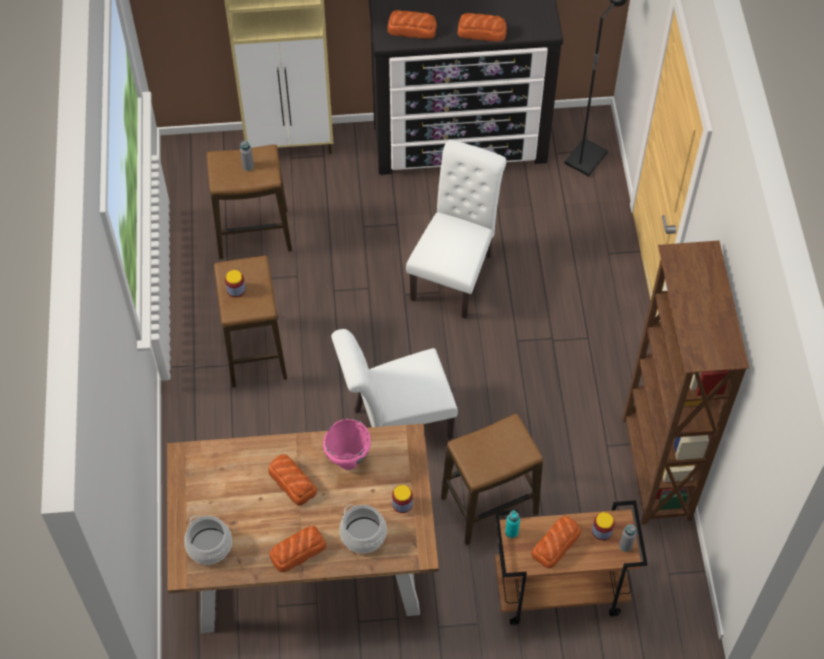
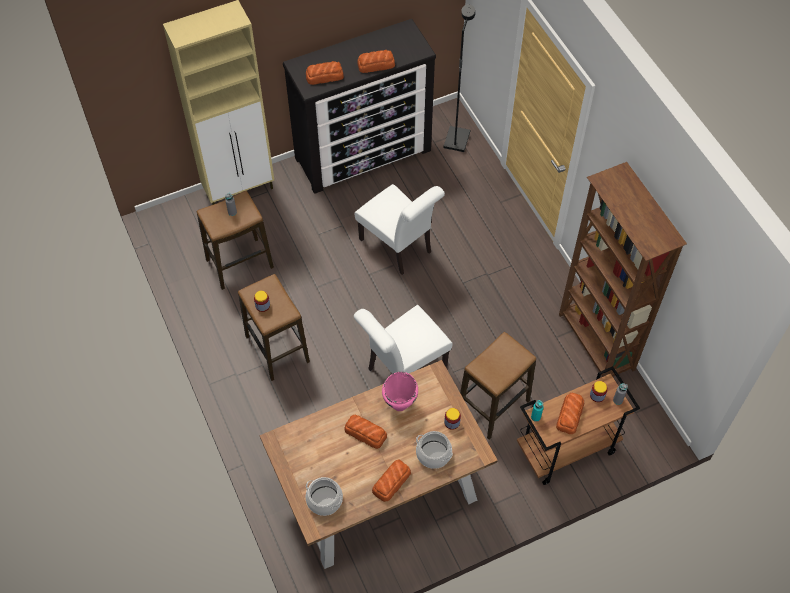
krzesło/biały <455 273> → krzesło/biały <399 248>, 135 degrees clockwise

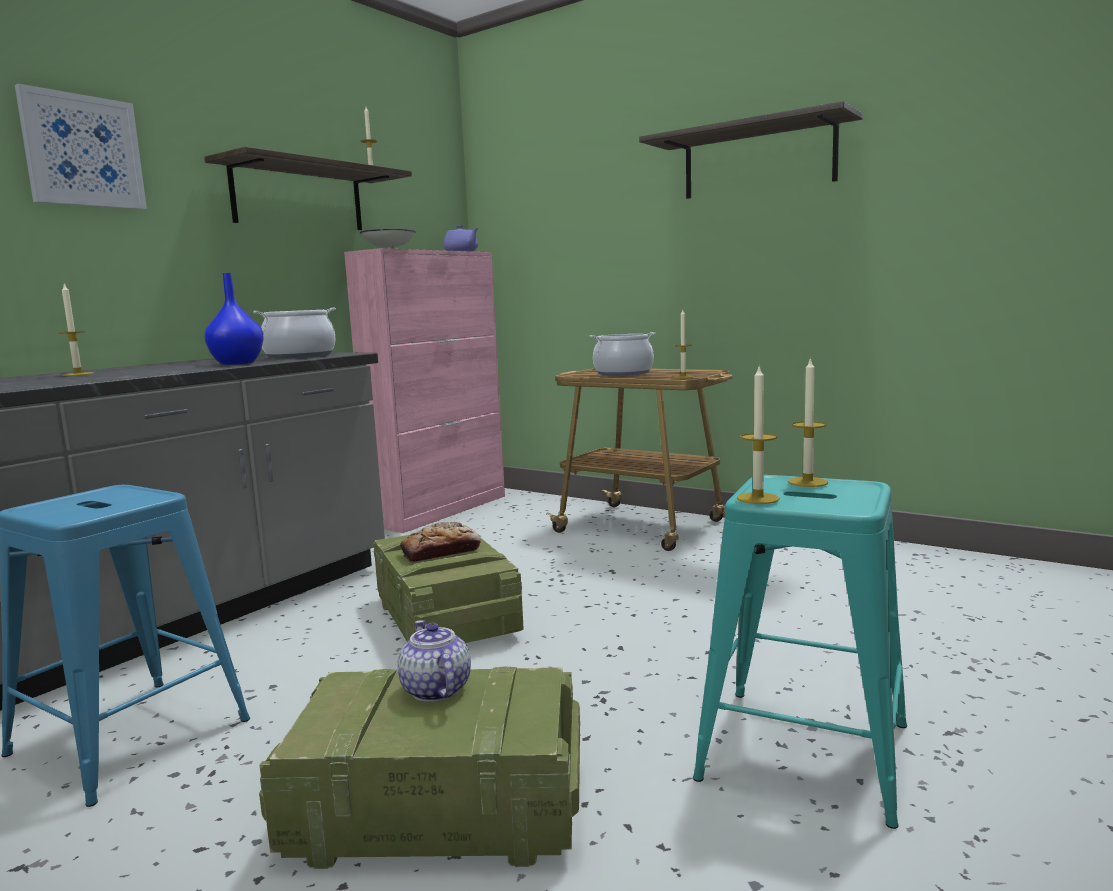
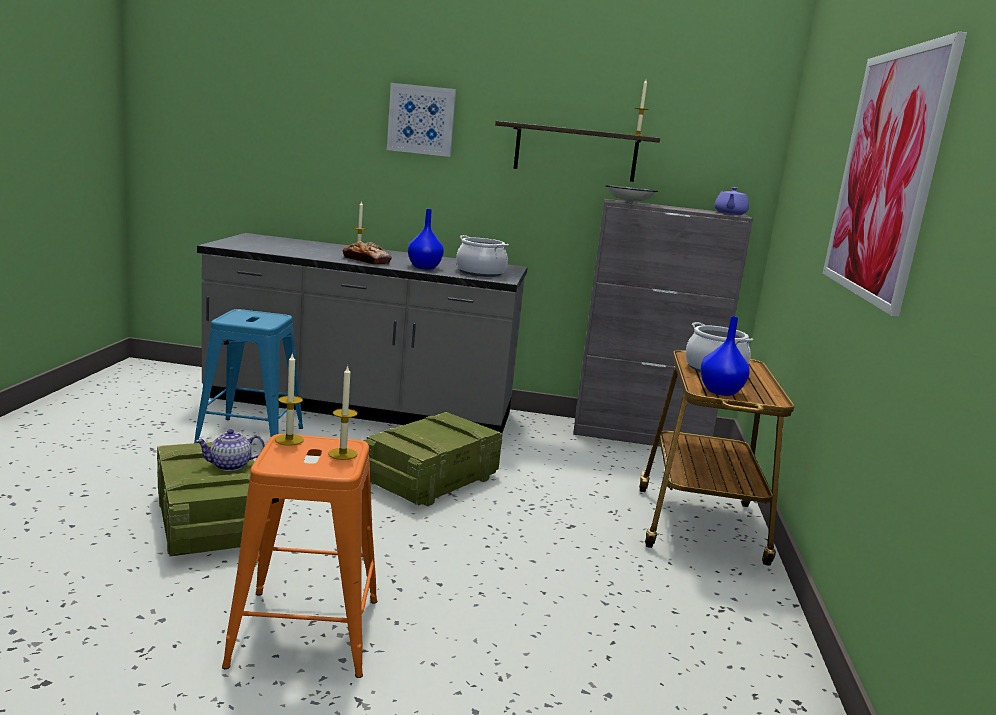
imbryk <434 690> → imbryk <230 466>, 150 degrees counterclockwise
stołek/turkusowy <806 751> → stołek/pomarańczowy <306 633>
chleb <441 552> → chleb <366 261>, moved
szafka/różowy <441 510> → szafka/szary <641 436>
świeca <683 377> → wazon/niebieski <719 391>
półka <758 160> → obraz <885 175>

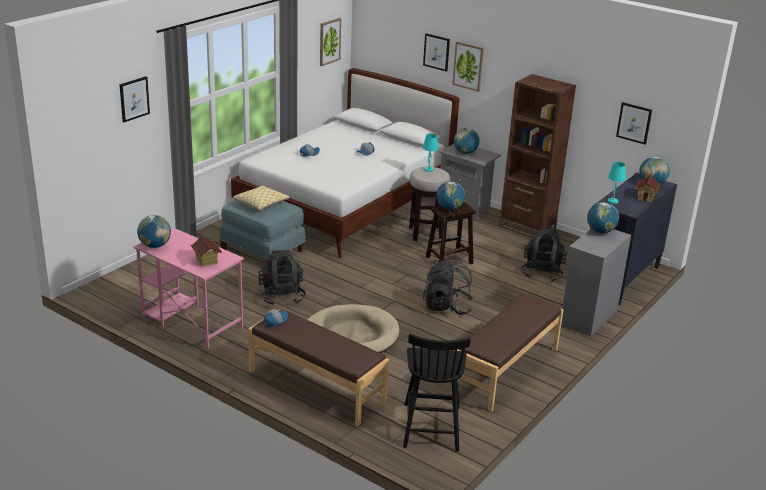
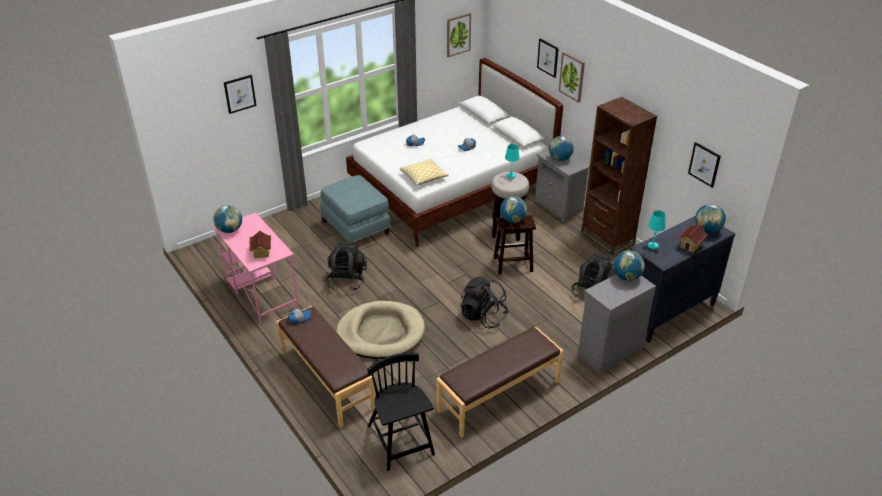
krzesło/czarny <431 426> → krzesło/czarny <401 441>, 135 degrees clockwise
poduszka <261 203> → poduszka <424 177>, moved

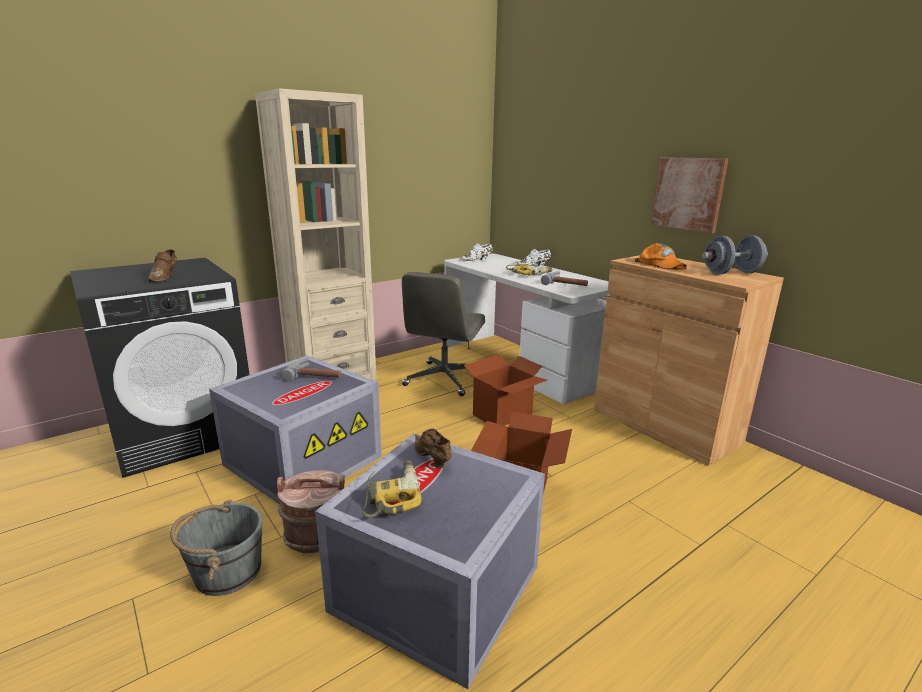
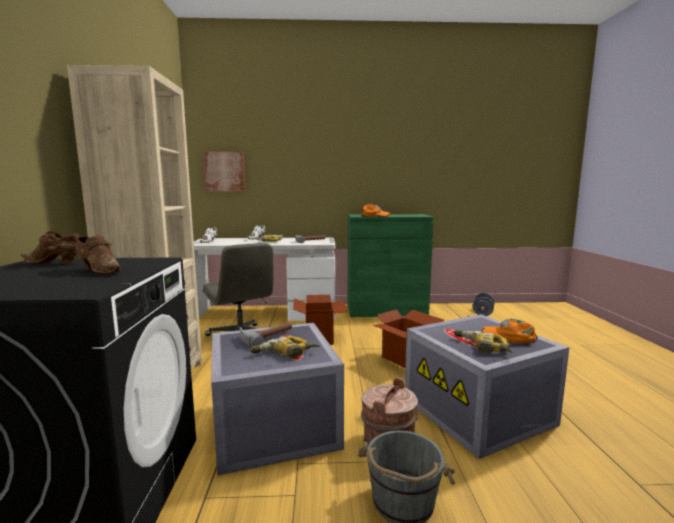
but/brązowy <432 459> → but/brązowy <55 263>, moved
obraz <688 194> → obraz <224 171>, moved
- → wiertarka <284 354>
szafka/brązowy <664 425> → szafka/zielony <386 310>
hantel/szary <731 273> → hantel/szary <483 313>, moved
- → czapka z daszkiem/pomarańczowy <509 337>

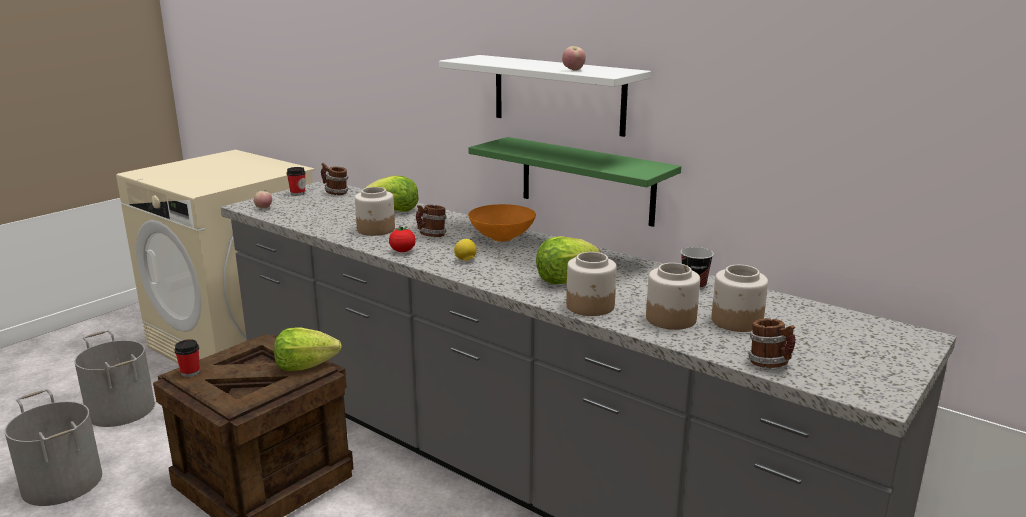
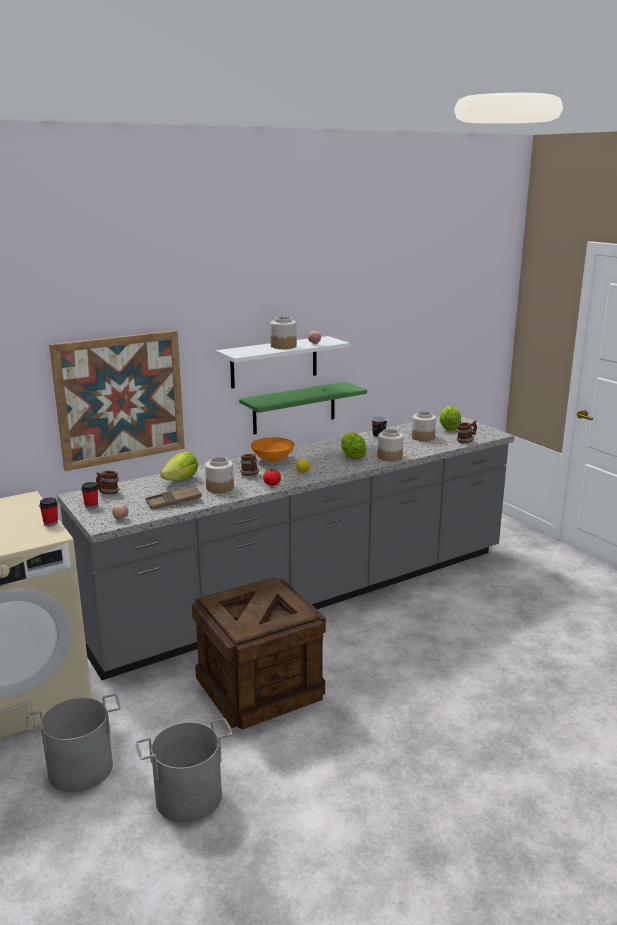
filiżanka <190 372> → filiżanka <50 523>, moved
- → obraz <120 399>
- → taca/brązowy <173 501>
słoik <671 319> → słoik <283 346>, moved
sałata <305 366> → sałata <449 428>, moved

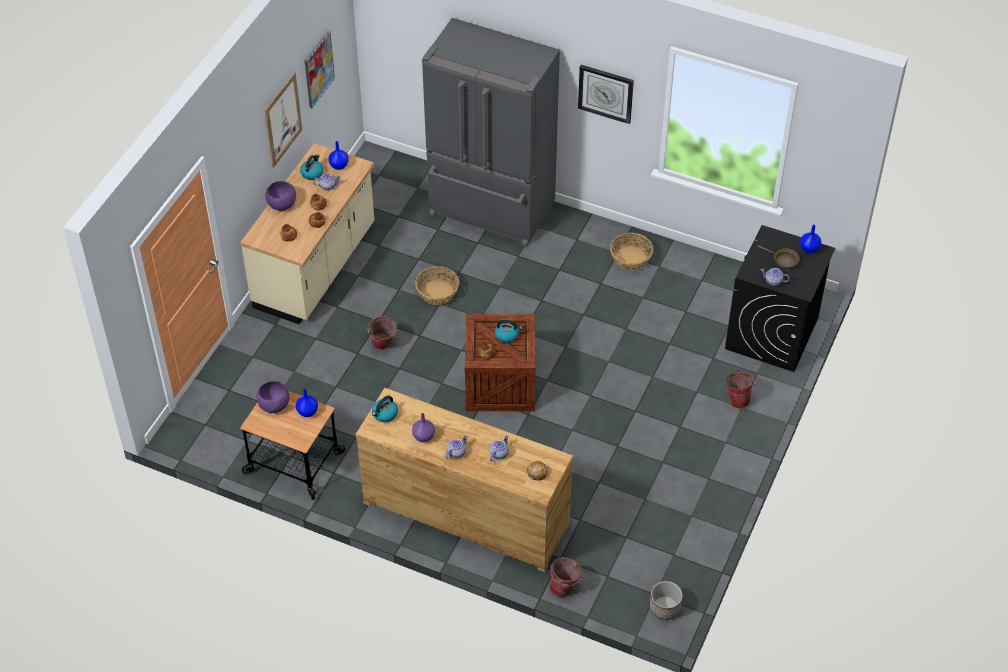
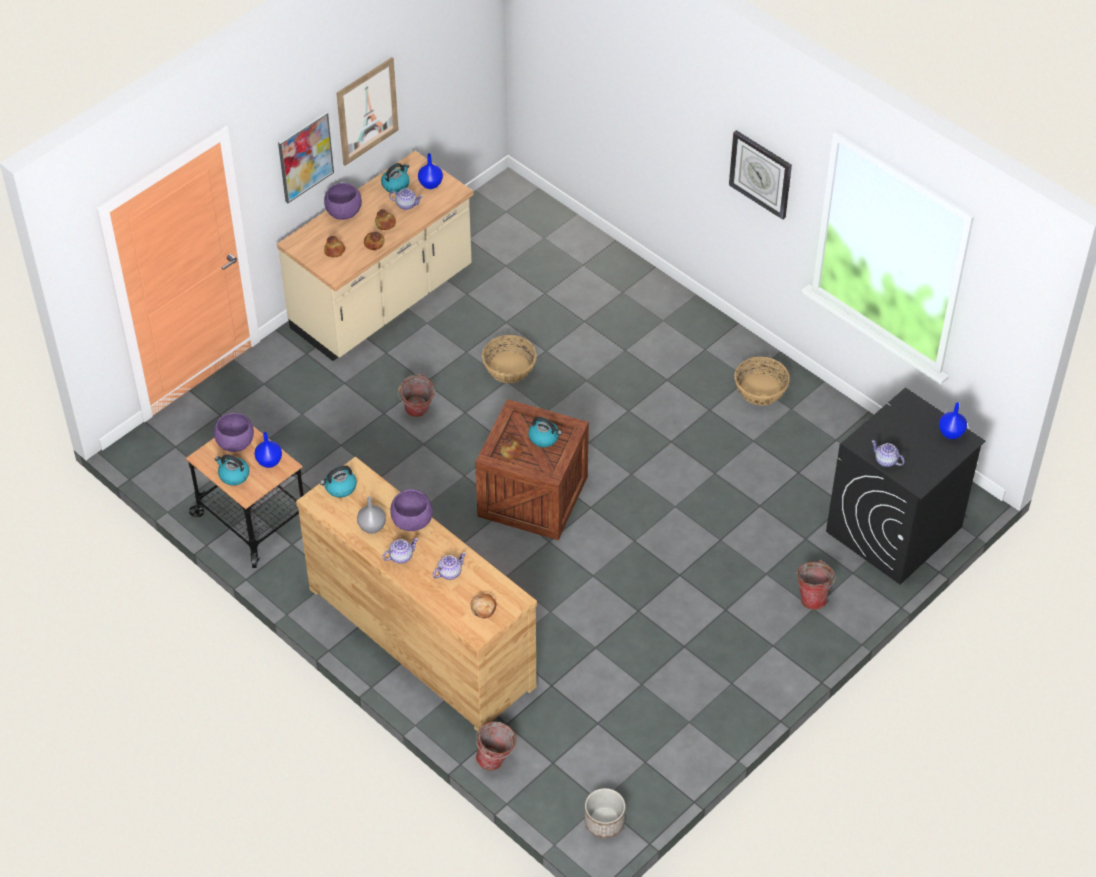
- → czajnik <233 475>
obraz <318 69> → obraz <305 156>, moved
wazon/fioletowy <424 437> → wazon/szary <372 527>
- → miska/fioletowy <412 521>
lodówka/szary <491 210> → -
patelnia/brązowy <783 260> → -

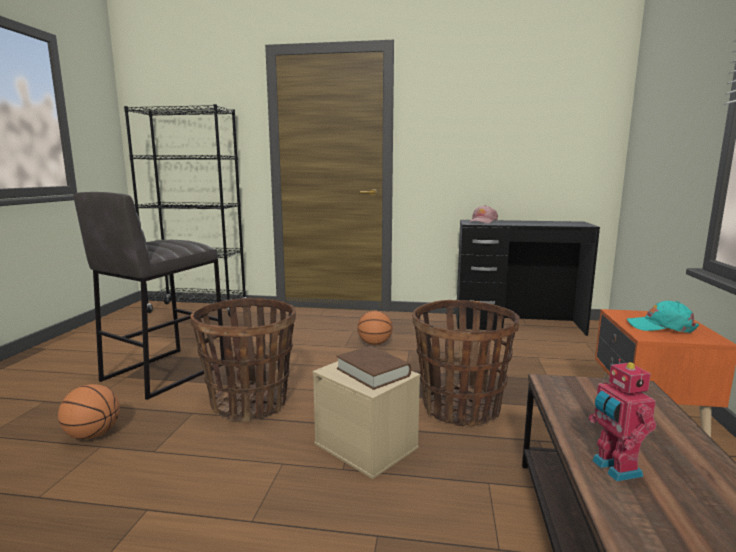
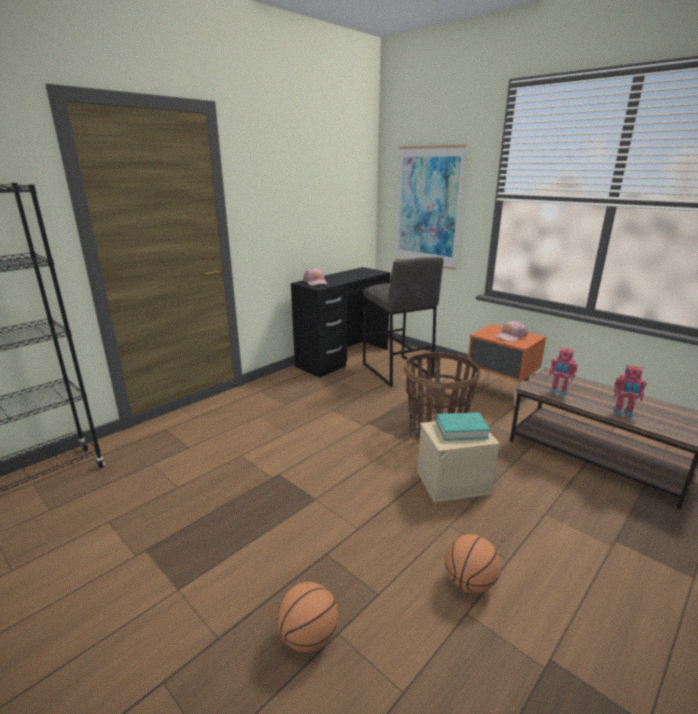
stołek/szary <163 372> → stołek/szary <397 371>, moved
- → obraz <428 207>
książka/brązowy <373 372> → książka/turkusowy <461 430>
piłka do koszykówki <374 344> → piłka do koszykówki <469 583>, moved
czapka z daszkiem/turkusowy <660 326> → czapka z daszkiem/różowy <510 336>
- → robot zabawkowy <558 392>
koszyk <250 403> → -

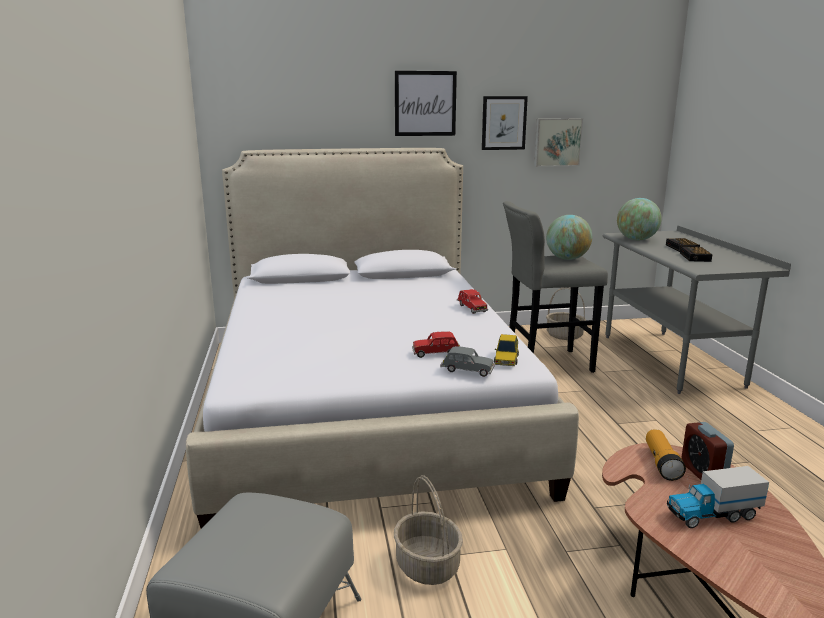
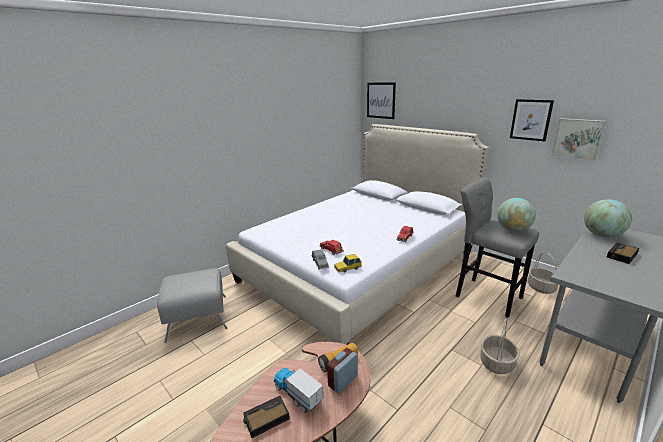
budzik <695 257> → budzik <265 419>, moved
obraz <425 103> → obraz <381 100>, moved
koszyk <428 566> → koszyk <497 363>, moved

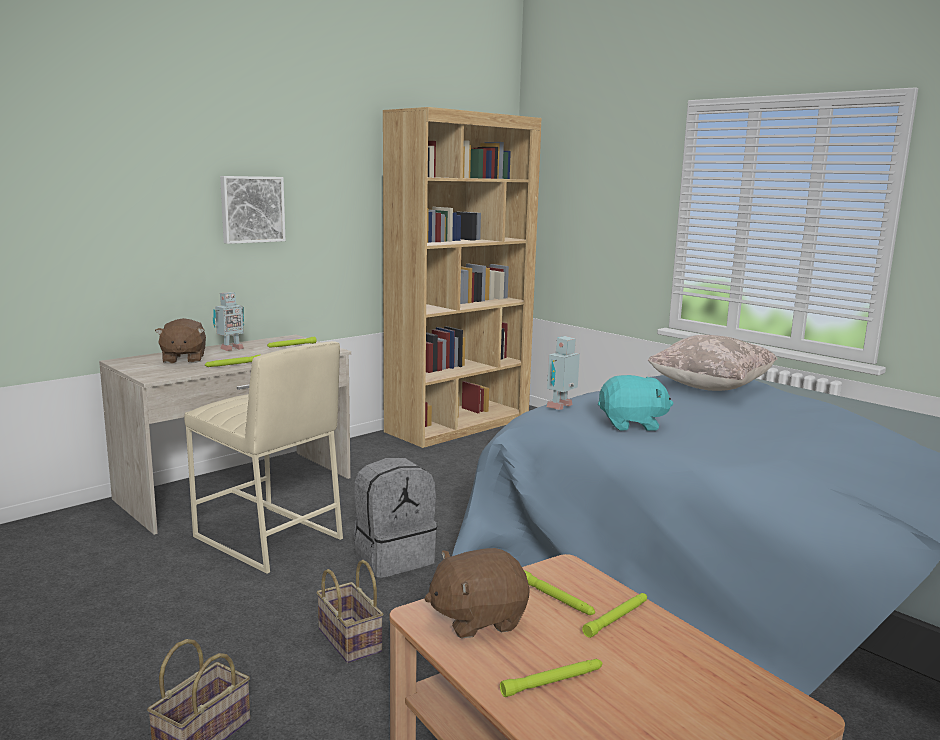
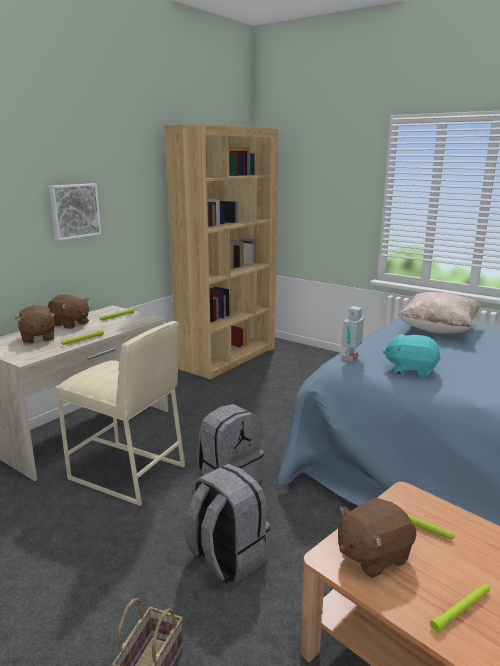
robot zabawkowy <230 349> → pluszak/brązowy <70 324>
koszyk <347 640> → plecak/szary <226 558>
pluszak/turkusowy <632 424> → pluszak/turkusowy <411 370>, 150 degrees counterclockwise
latarka/zielony <617 618> → -

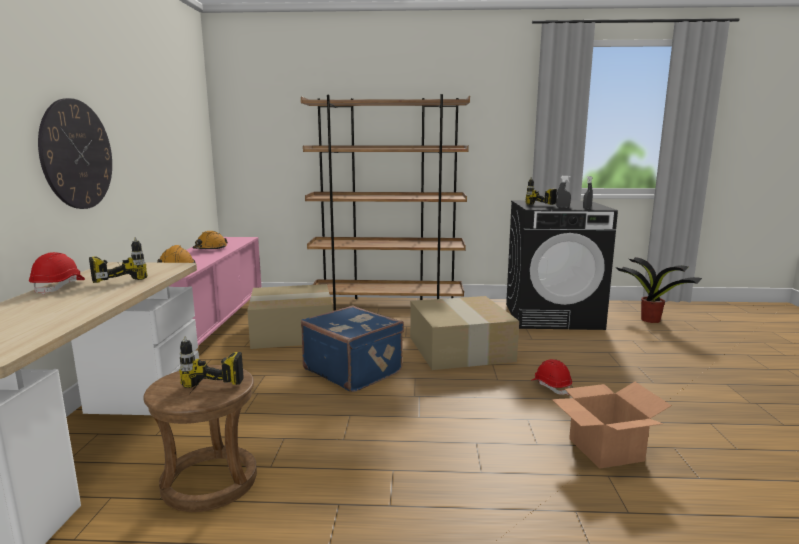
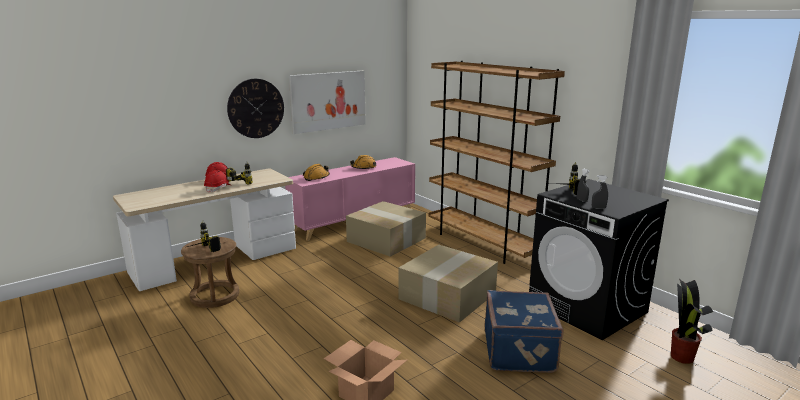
kask/czerwony <551 386> → kask/czerwony <218 188>, moved
- → obraz <328 101>
walizka/niebieski <353 370> → walizka/niebieski <520 351>, moved

